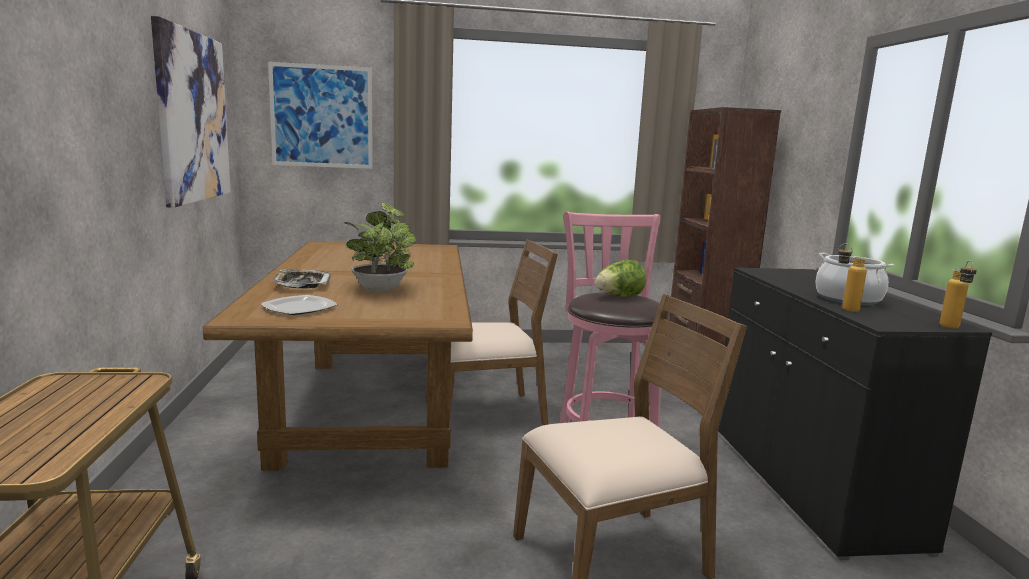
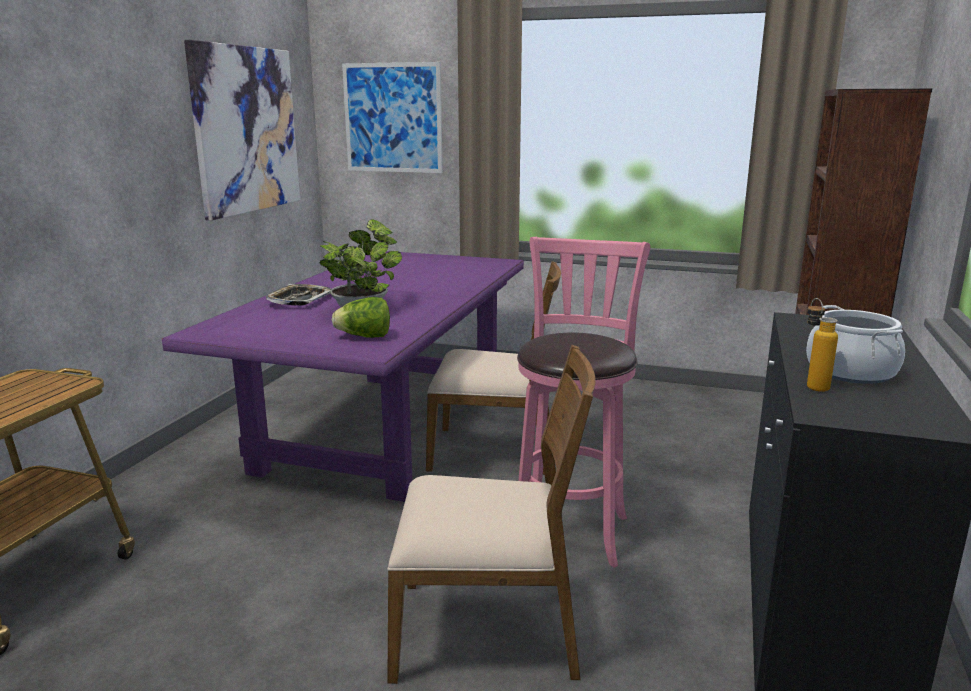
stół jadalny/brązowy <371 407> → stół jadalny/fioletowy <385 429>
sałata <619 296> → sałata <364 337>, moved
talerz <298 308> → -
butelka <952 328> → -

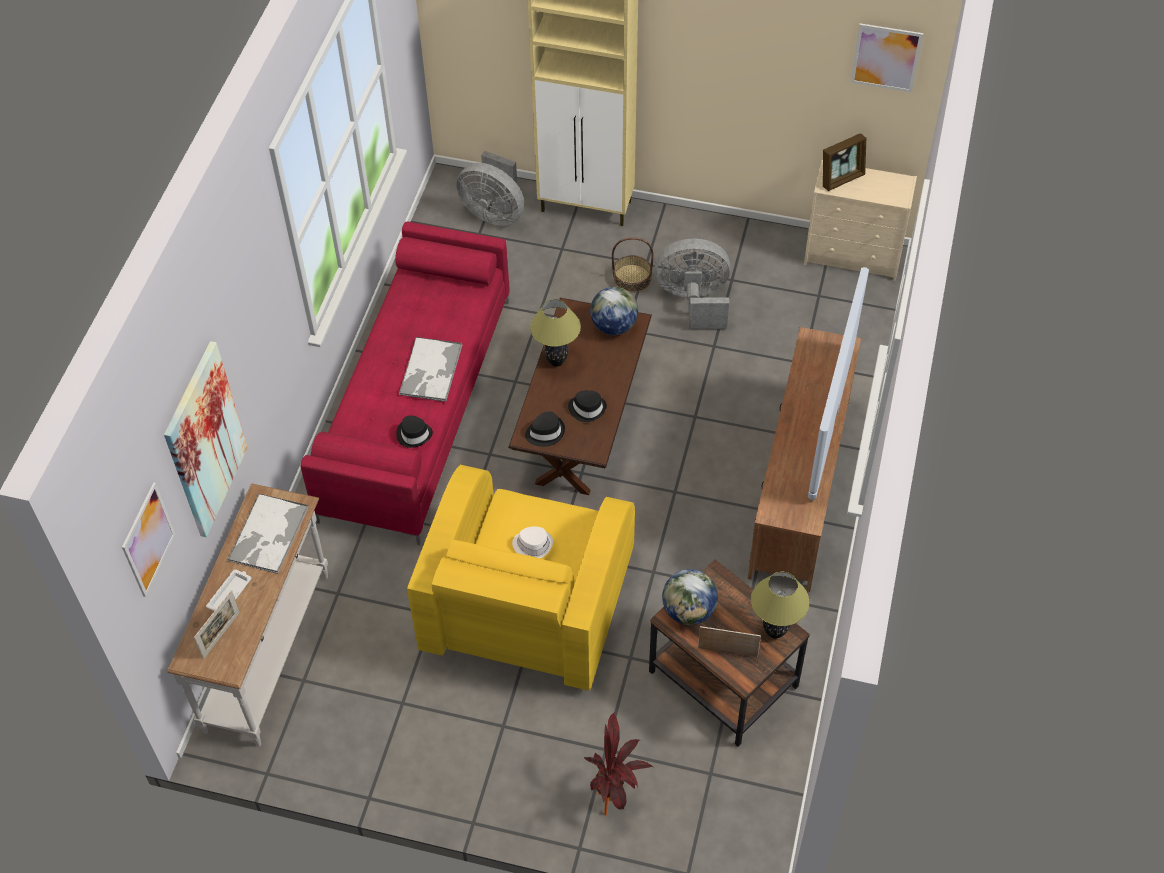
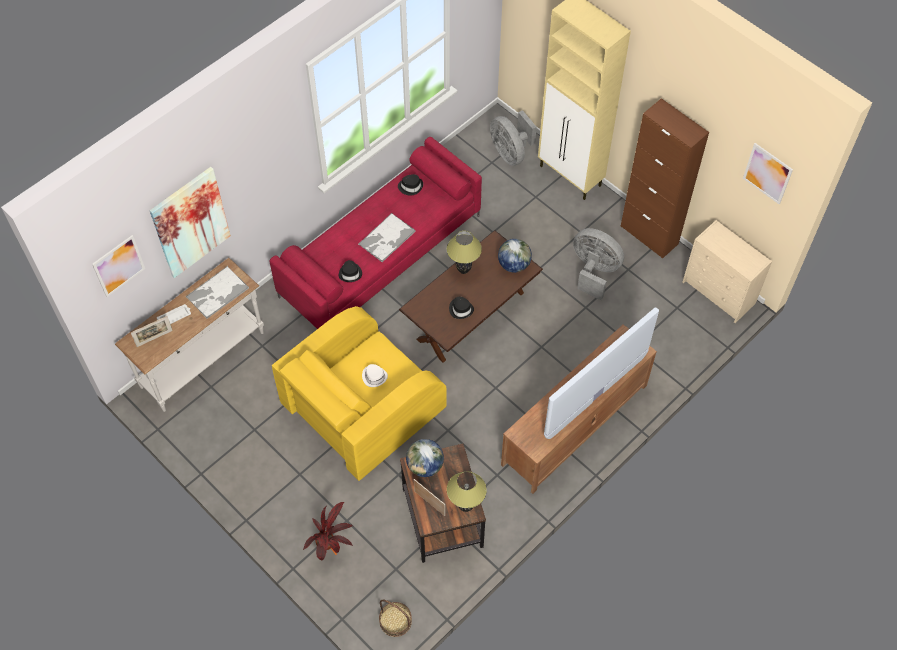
koszyk <632 278> → koszyk <395 621>, moved
kapelusz/czarny <545 432> → kapelusz/czarny <410 186>, moved
- → szafka/brązowy <649 235>
ramka na zdjęcie <842 178> → -

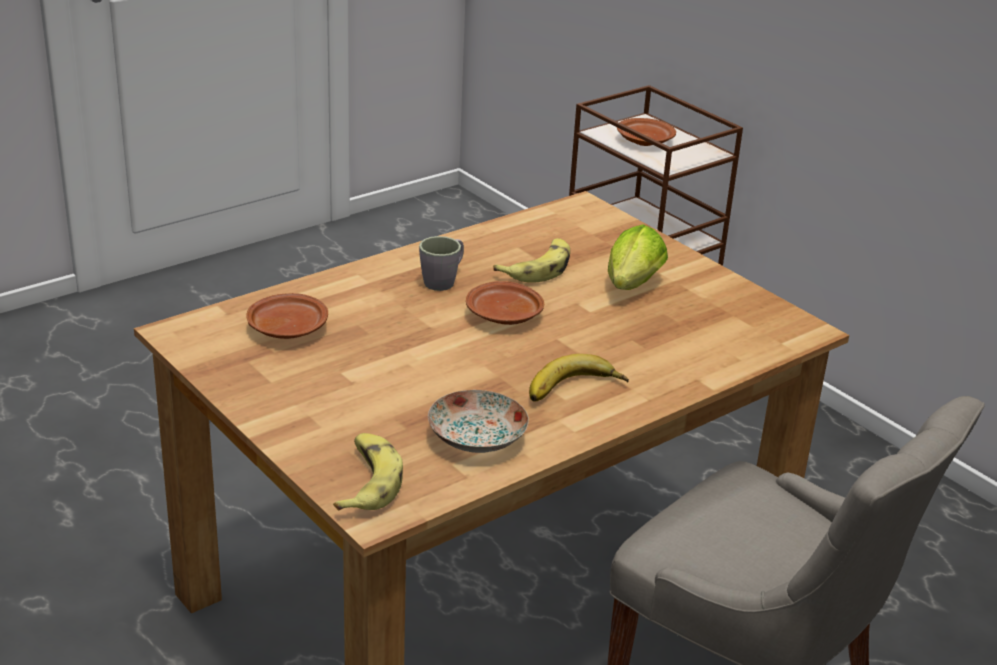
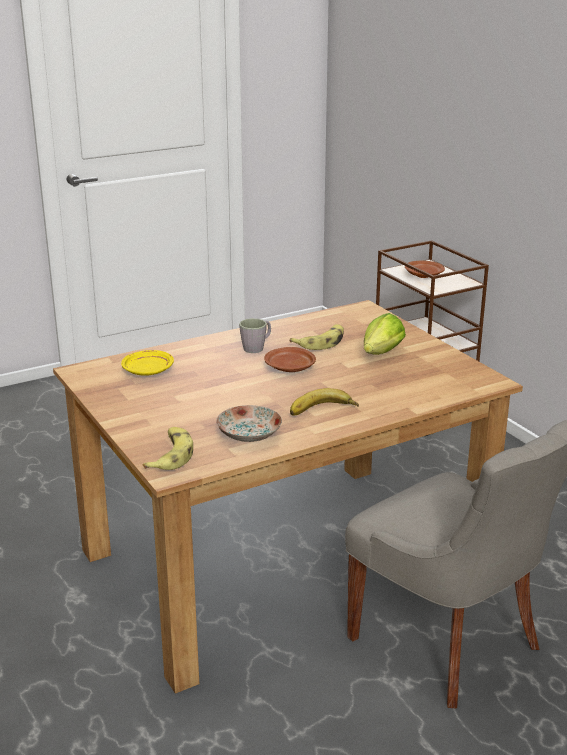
talerz/brązowy <287 328> → talerz/żółty <148 371>

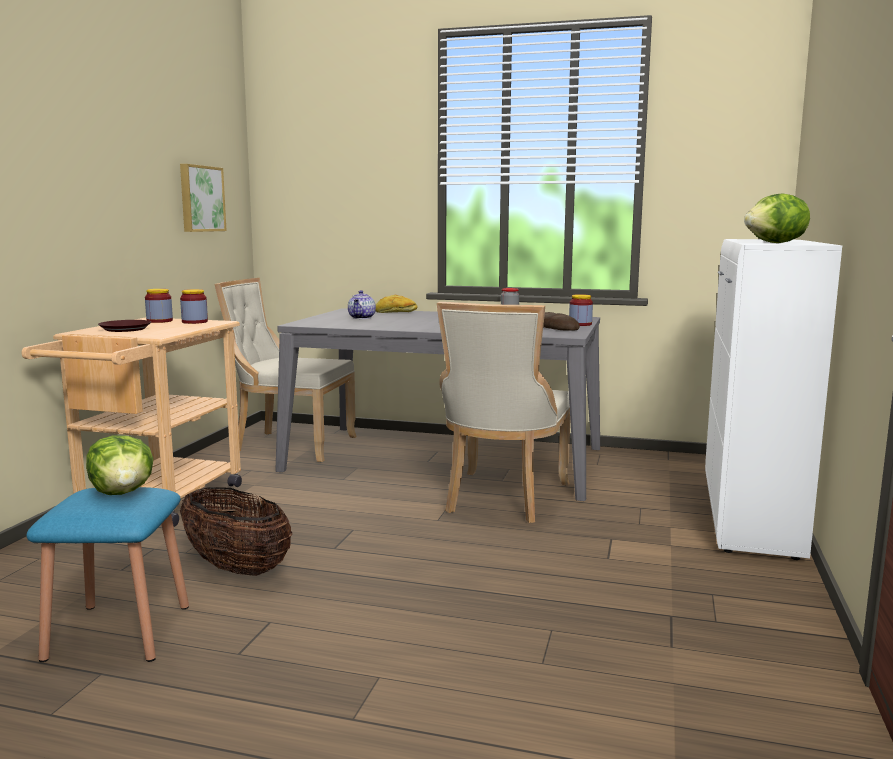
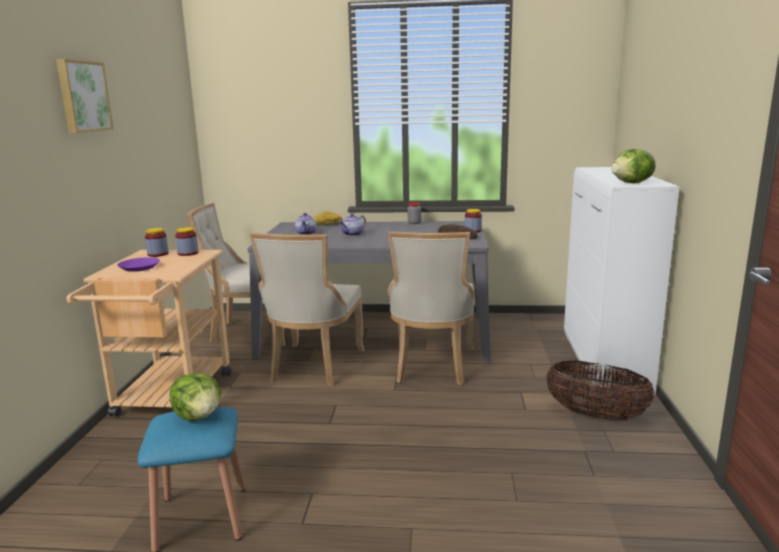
obraz <200 199> → obraz <82 96>, moved
talerz/brązowy <125 329> → talerz/fioletowy <139 267>
- → krzesło/beżowy <314 366>
- → imbryk <353 234>
koszyk <236 568> → koszyk <595 415>, moved

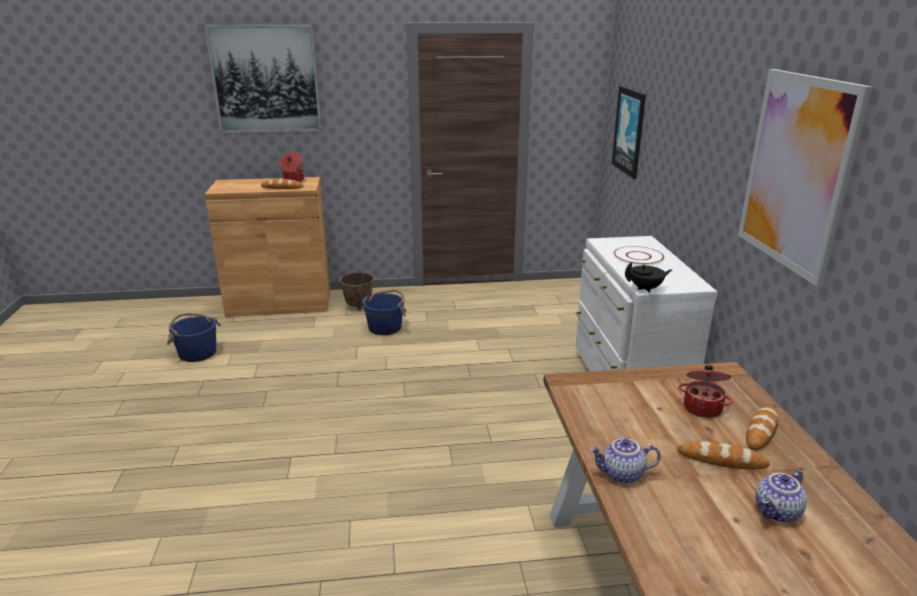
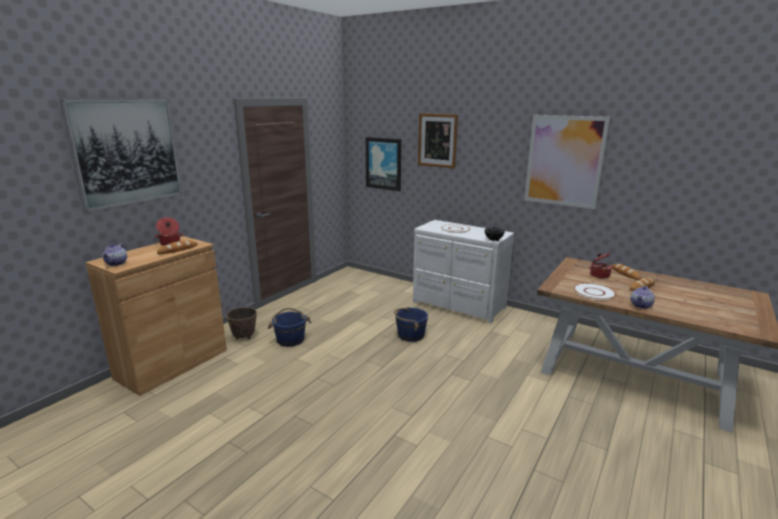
imbryk <778 512> → imbryk <117 263>, moved
wiadro/niebieski <197 353> → wiadro/niebieski <410 335>, moved
- → obraz <437 140>
- → talerz/biały <593 292>

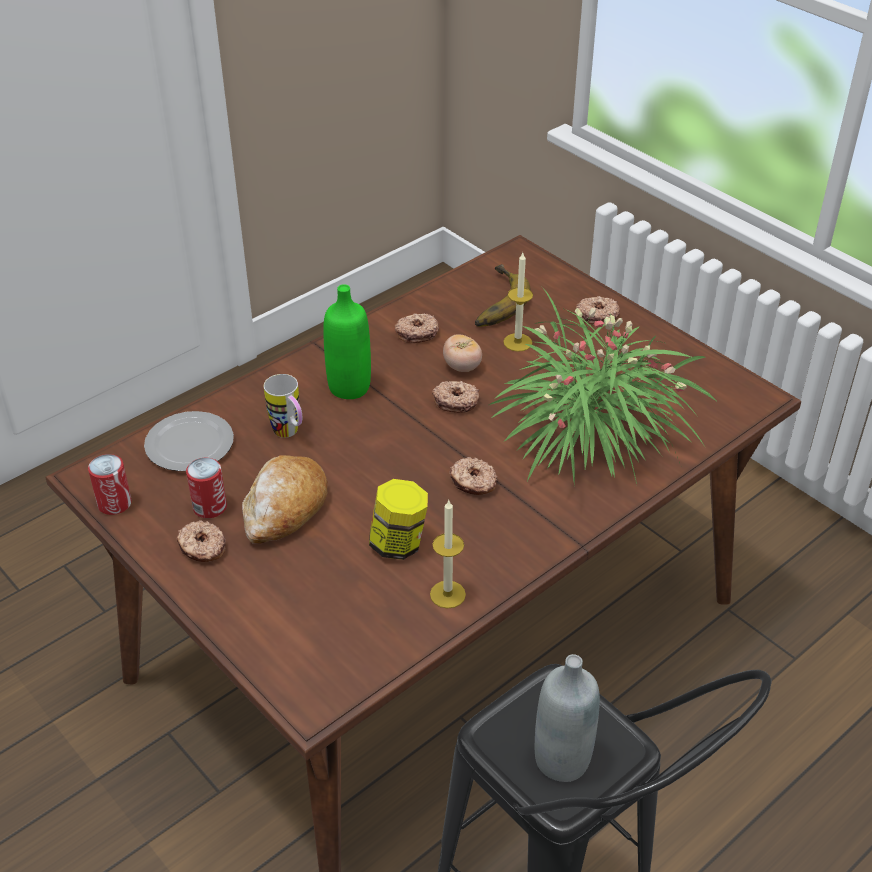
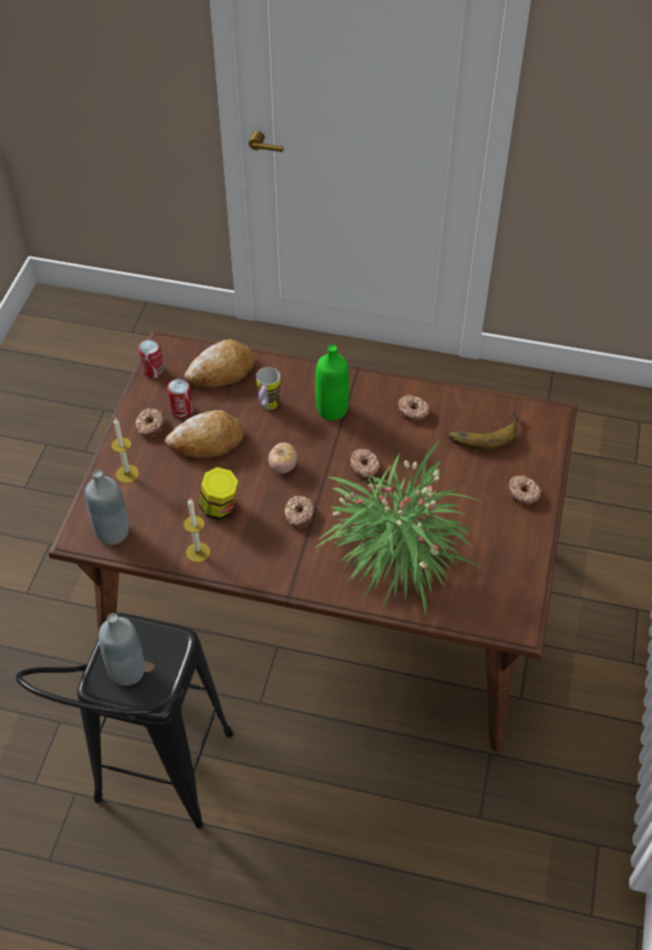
- → butelka/szary <112 532>
świeca <517 342> → świeca <127 474>, moved
talerz <190 445> → chleb <221 372>
pomidor <462 367> → pomidor <283 466>, moved

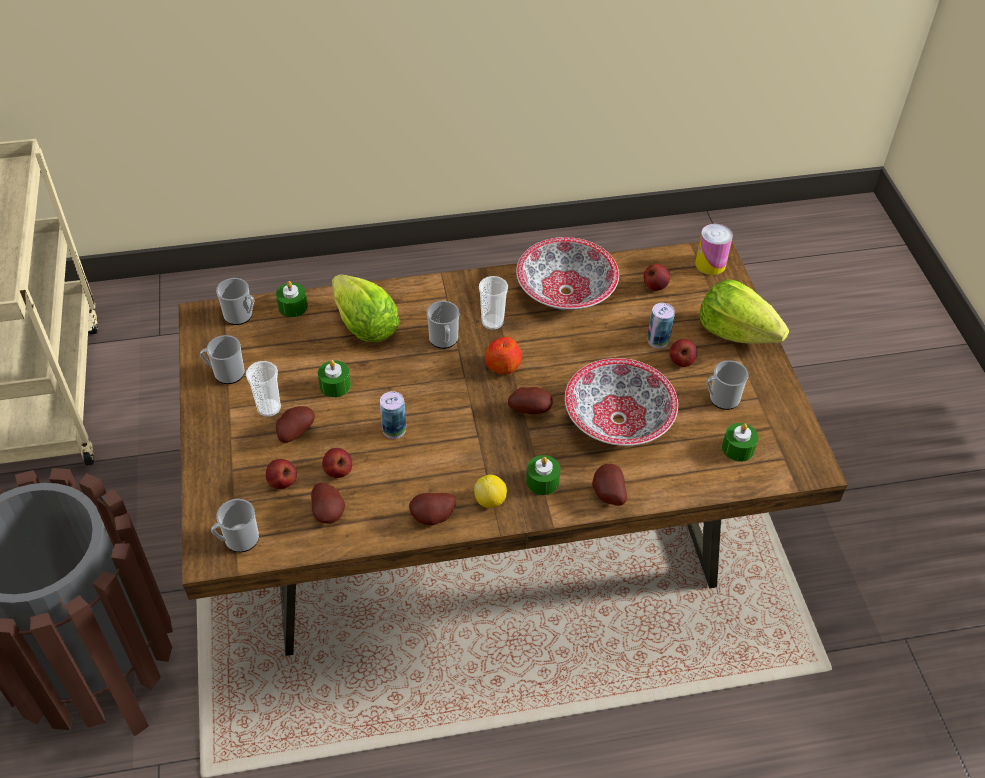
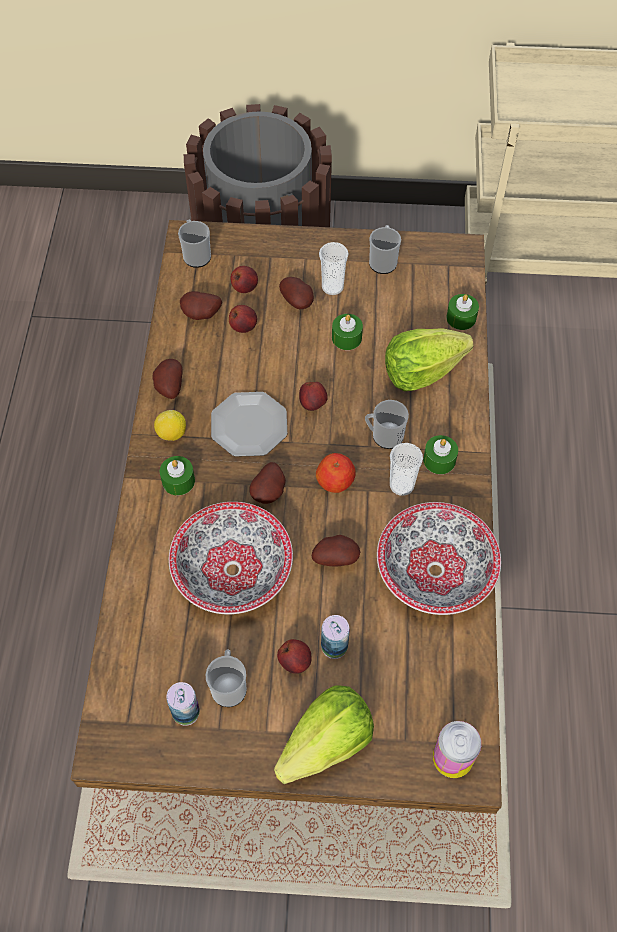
puszka <394 430> → puszka <186 712>, moved
- → talerz <250 426>
jabłko <655 286> → jabłko <313 404>, moved
ziemniak <607 494> → ziemniak <336 557>, moved
świeca/zielony <738 448> → świeca/zielony <439 460>, moved
kubek <241 316> → -

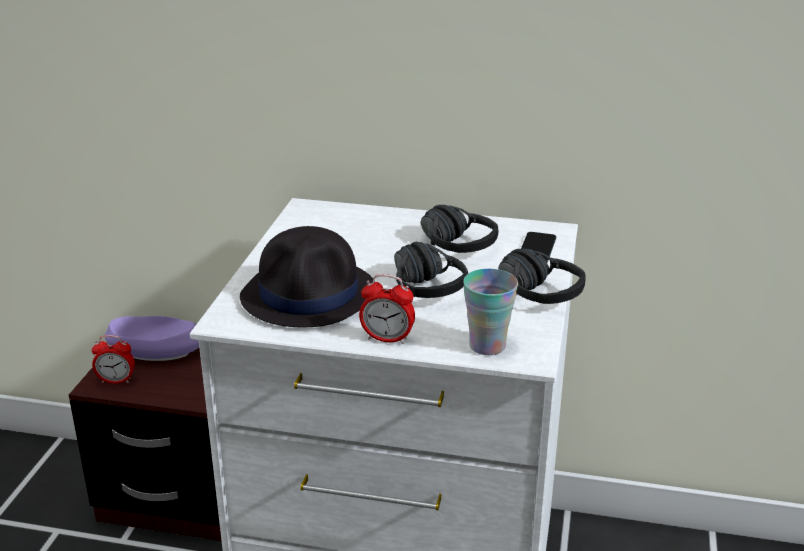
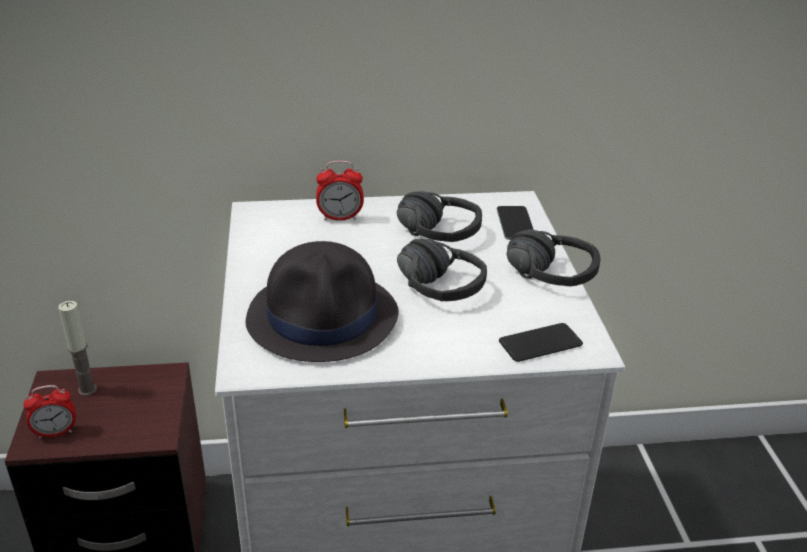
miska/fioletowy <156 353> → świeca <87 389>
budzik <387 339> → budzik <340 218>, moved
filiżanka <487 346> → telefon <540 343>

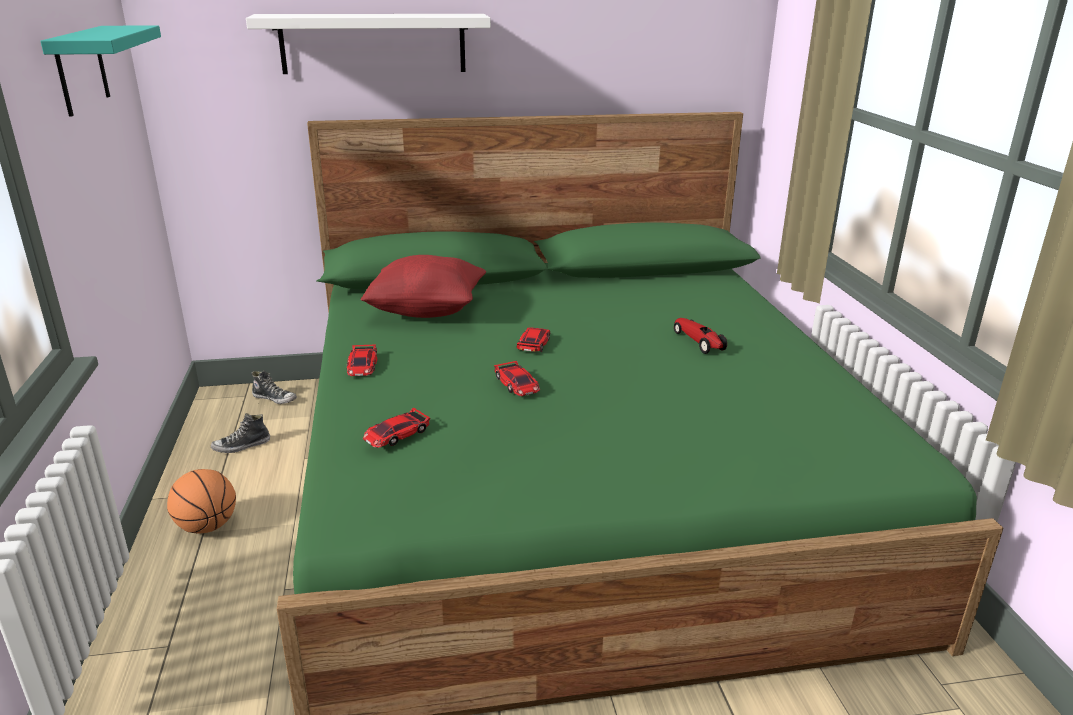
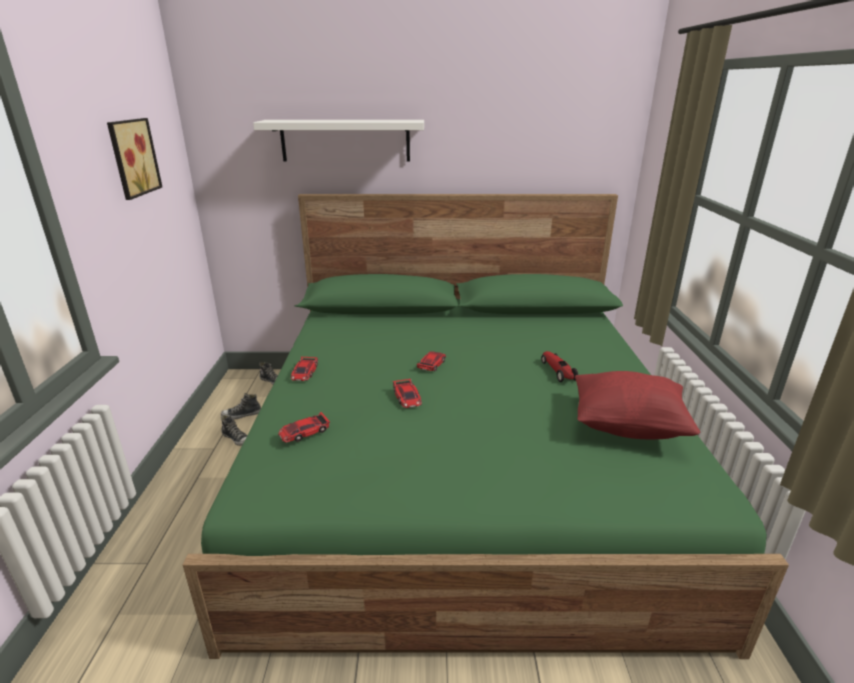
półka/turkusowy <81 69> → obraz <131 157>
- → but <237 439>
poduszka/czerwony <427 311> → poduszka/czerwony <628 426>, moved
piłka do koszykówki <207 527> → -

